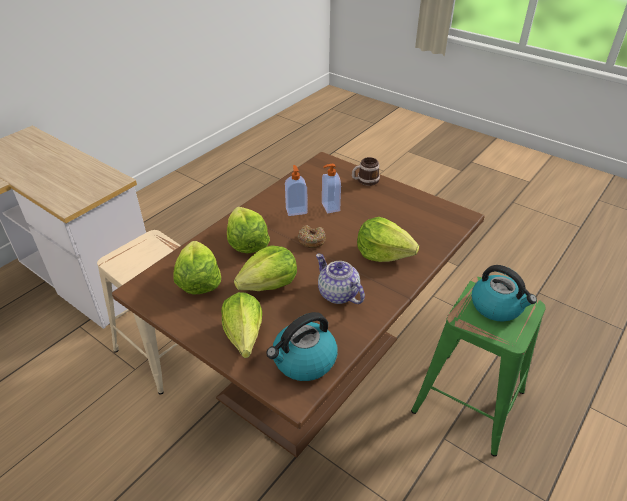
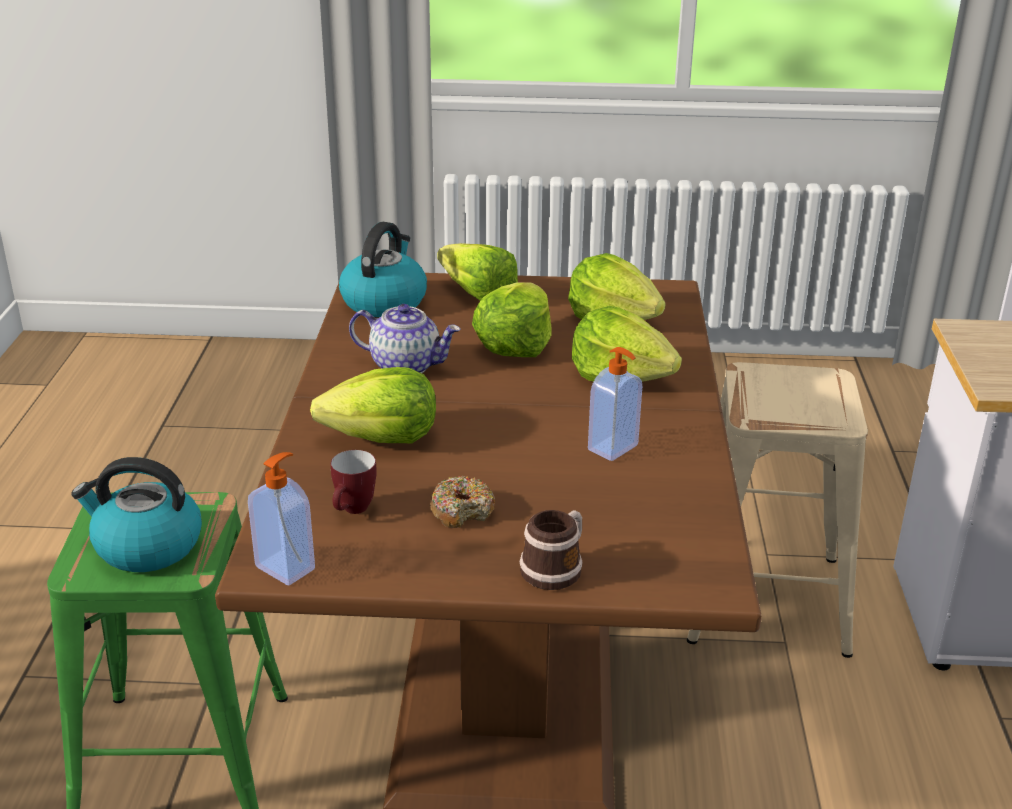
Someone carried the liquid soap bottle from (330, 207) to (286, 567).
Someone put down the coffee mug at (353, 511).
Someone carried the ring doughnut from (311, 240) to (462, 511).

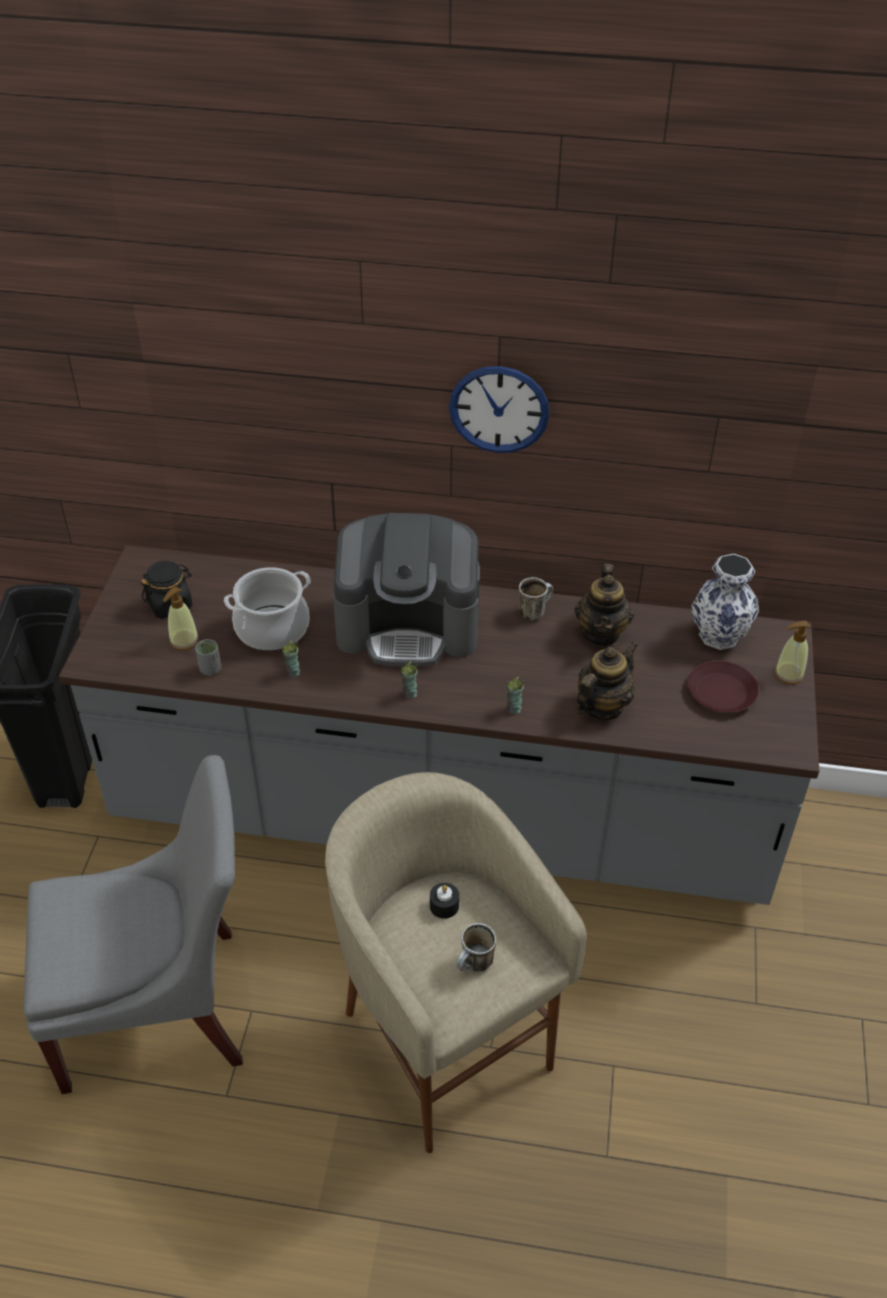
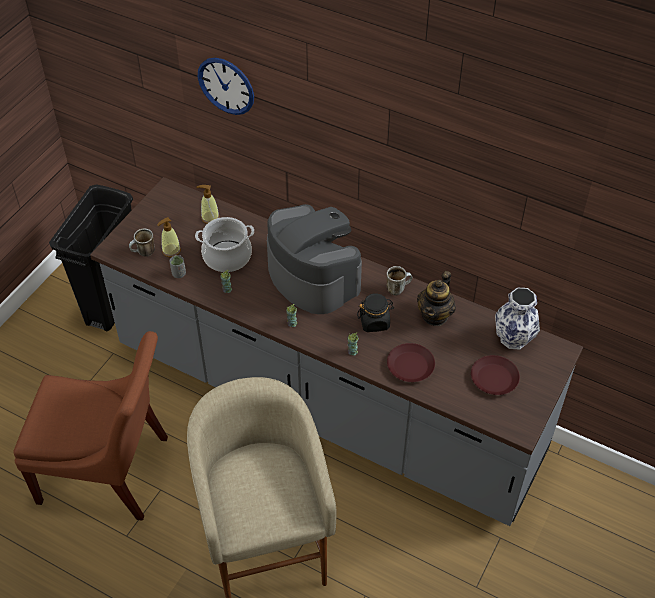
Someone repainted the upright chair (gray) at (162, 1009), which became the upright chair (brown) at (109, 472).
Someone carried the coffee mug from (474, 966) to (144, 253).
Someone carried the liquid soap bottle from (788, 674) to (210, 217).
Someone carried the clock on the wall from (499, 409) to (226, 86).
Someone rotated the coffee brewer at (409, 624) by 150 degrees counterclockwise.
Someone carried the storage jar (black) from (170, 604) to (374, 322).
Someone swapped the tea pot at (602, 706) for the plate (brown) at (410, 366).
Someone took away the wax candle (black) at (444, 906).

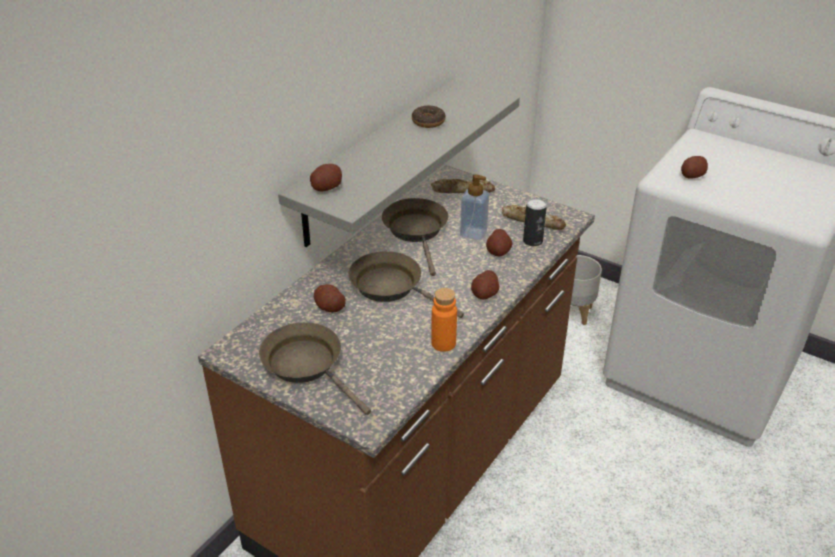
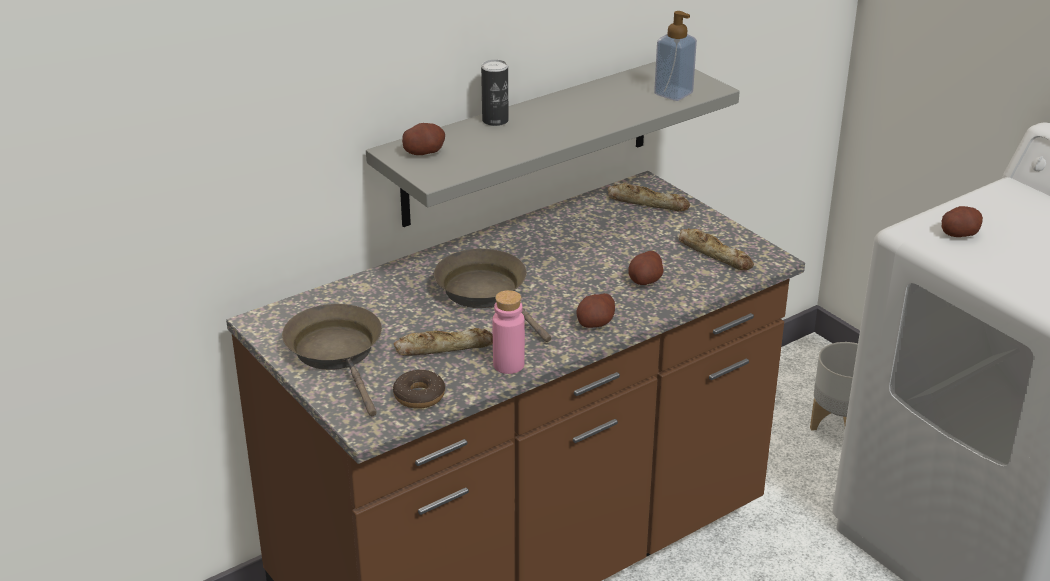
Someone carried the ring doughnut from (428, 122) to (419, 396).
Someone put down the baked bread at (444, 347).
Someone carried the sealed can from (532, 241) to (495, 120).
Someone repainted the beverage bottle (orange-coloured) at (443, 343), which became the beverage bottle (pink-coloured) at (508, 365).
Someone carried the liquid soap bottle from (473, 233) to (673, 93).
Someone took away the spud at (329, 307).
Someone took away the frying pan (brown) at (417, 231).

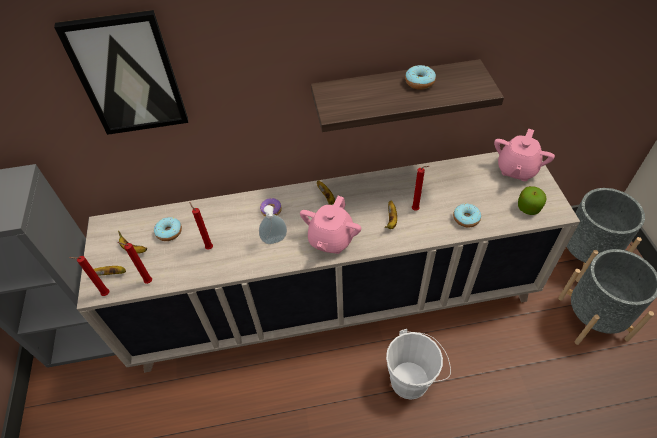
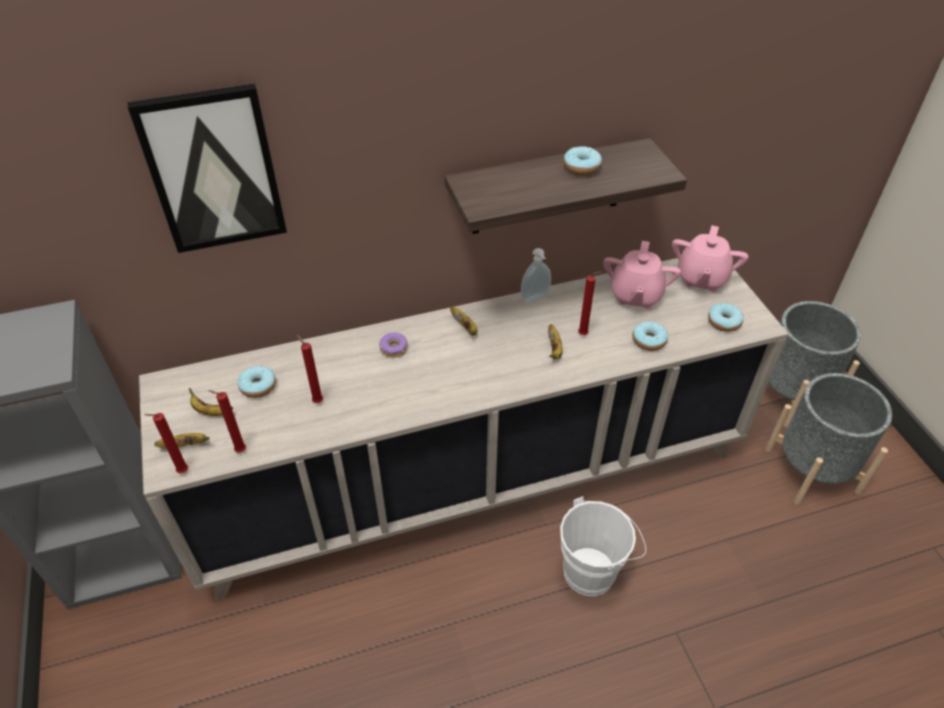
Someone carried the liquid soap bottle from (275, 241) to (535, 299).
Someone carried the tea pot (pink-coloured) from (331, 239) to (635, 295).
Someone swapped the apple at (528, 207) for the ring doughnut at (724, 322).

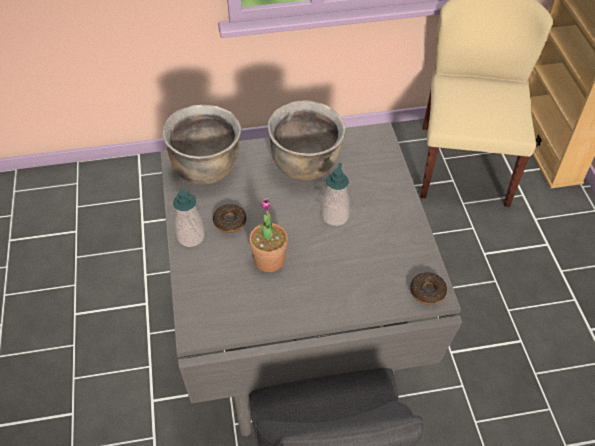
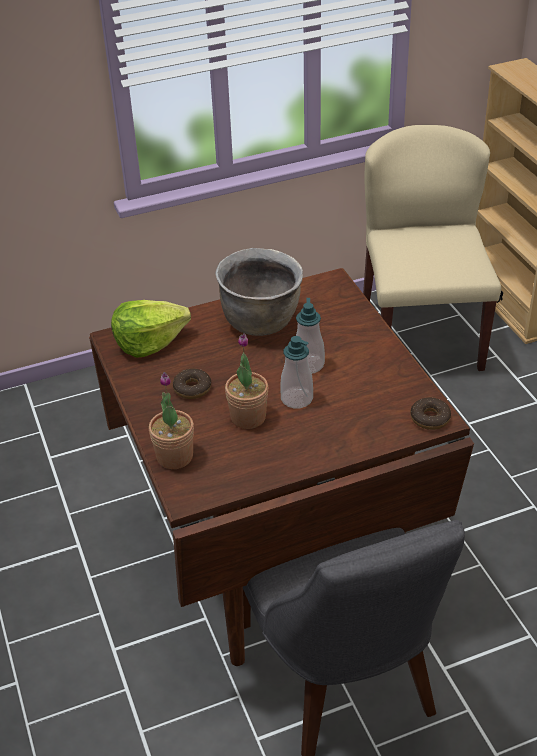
Someone repainted the dining table (gray) at (295, 344), which became the dining table (brown) at (273, 556).
Someone swapped the cooking pot (brown) at (206, 168) for the lettuce at (149, 342).
Someone put down the potted plant at (174, 456).
Someone carried the liquid soap bottle from (191, 236) to (297, 398).

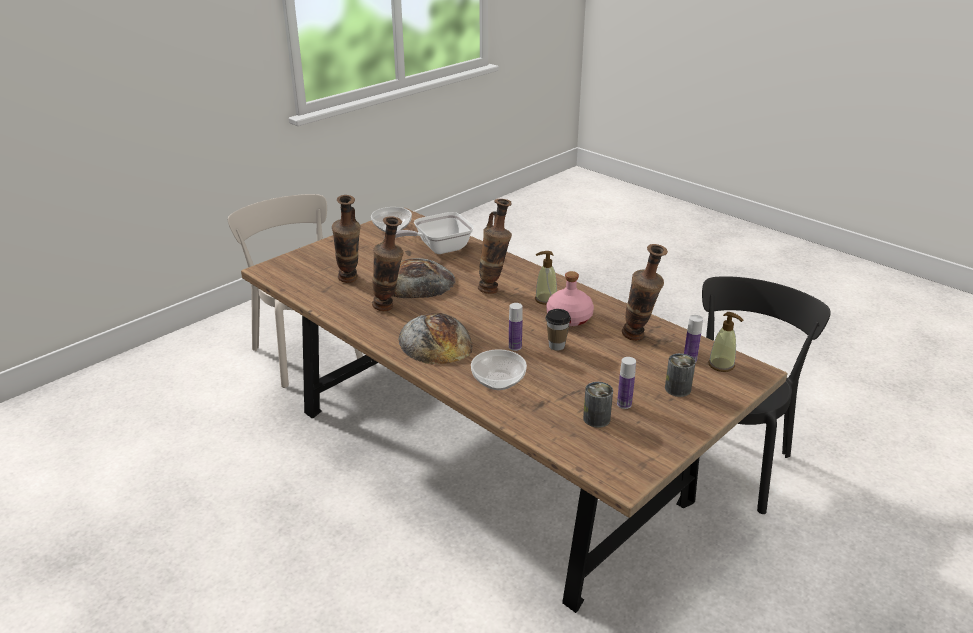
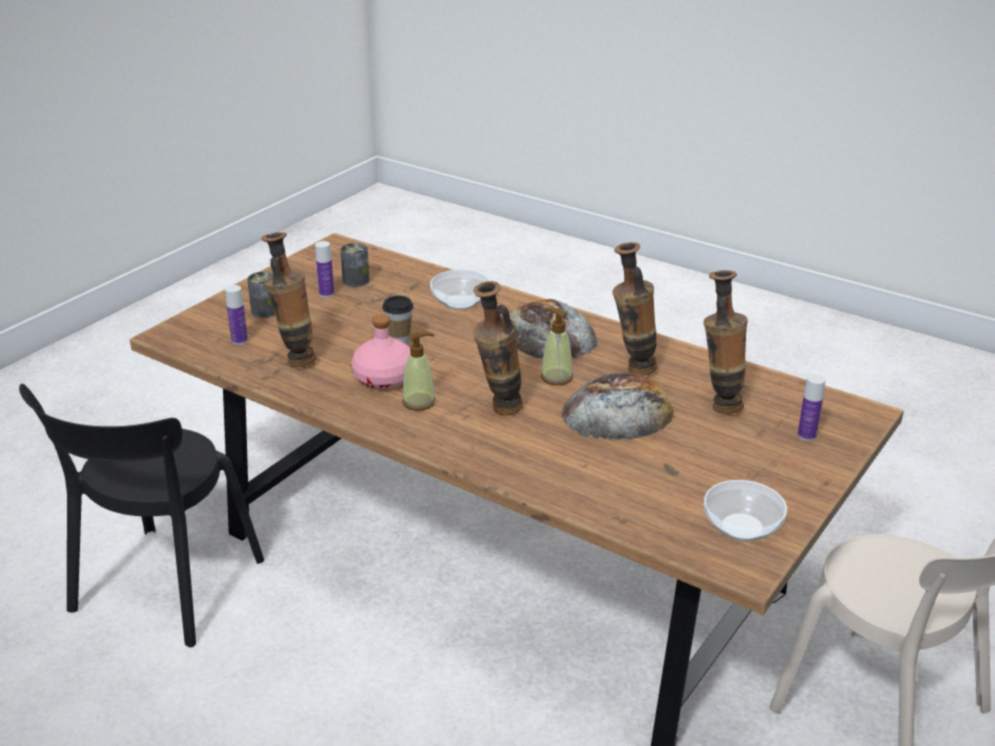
Someone carried the liquid soap bottle from (721, 365) to (556, 377).
Someone carried the beverage bottle from (515, 347) to (806, 435).
Someone took away the frying pan at (437, 249).

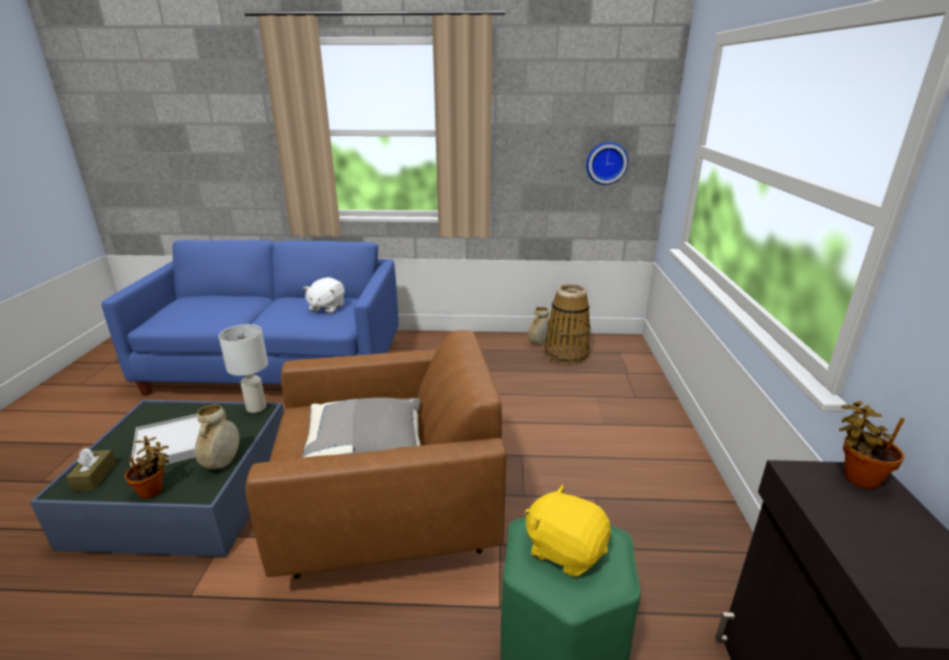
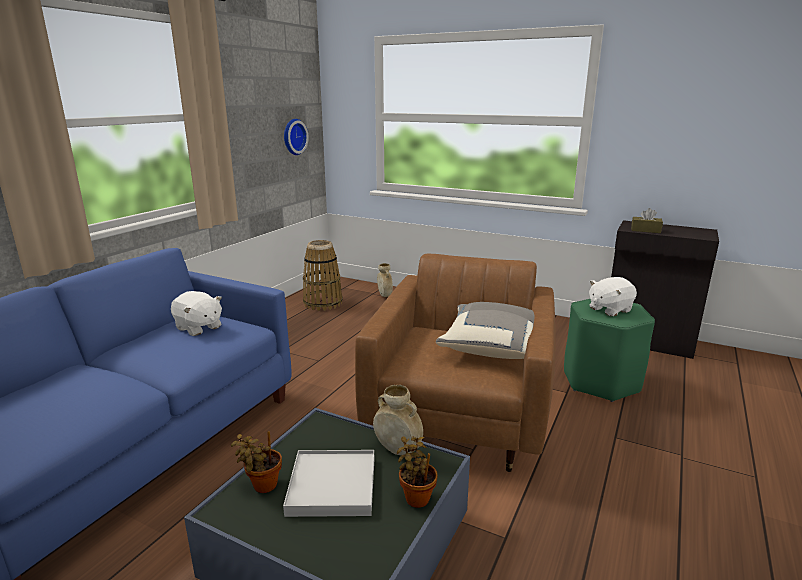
Someone carried the potted plant from (856, 477) to (262, 485).
Someone carried the decorative vase (beige-coloured) from (539, 342) to (385, 296).
Someone repainted the cuddly toy (yellowish) at (565, 550), which became the cuddly toy (white-coloured) at (609, 309).
Someone carried the box of tissues (brown) from (94, 476) to (645, 230).
Someone took away the tabletop lamp (white-coloured) at (255, 408).

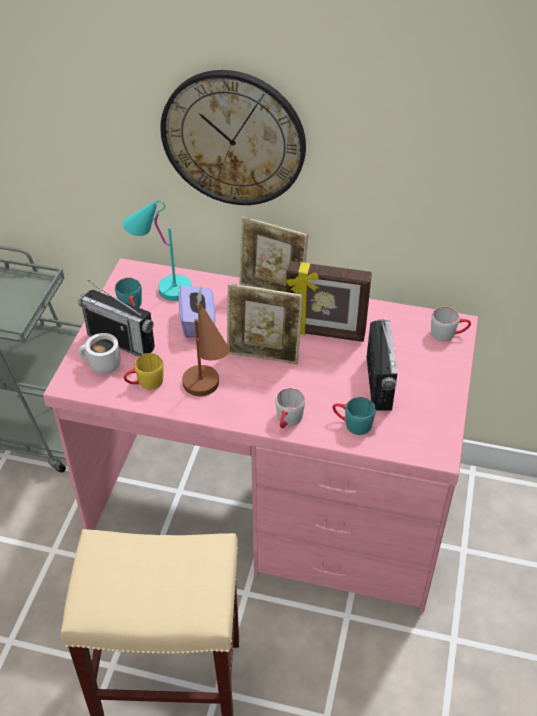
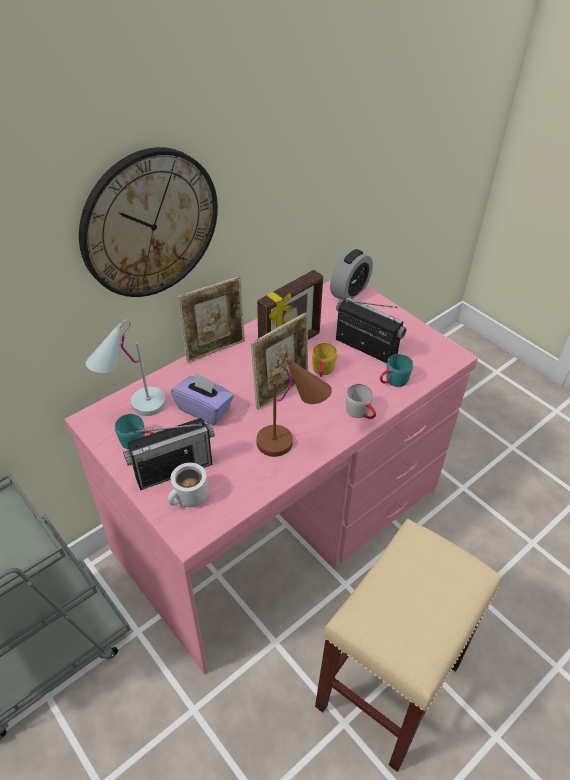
Someone repainted the tabletop lamp (turquoise-coloured) at (161, 286), which became the tabletop lamp (white-coloured) at (134, 410).
Someone carried the coffee mug (yellowish) from (145, 383) to (323, 371).
Someone swapped the coffee mug (gray) at (448, 333) for the table clock at (349, 292).

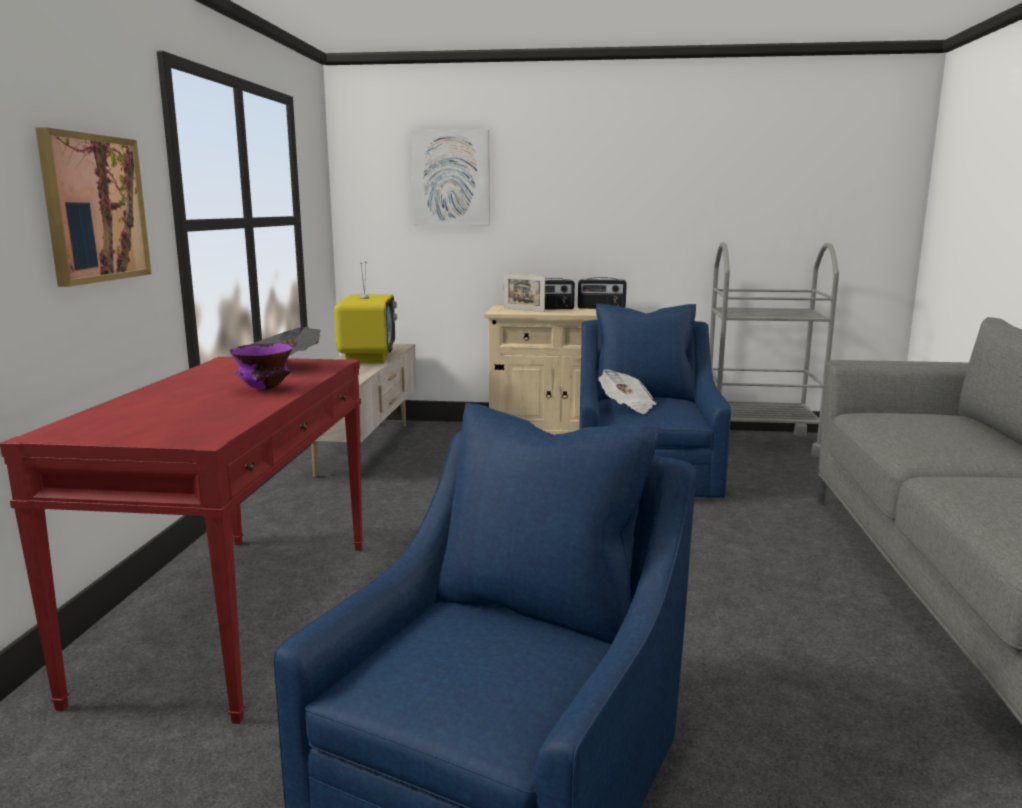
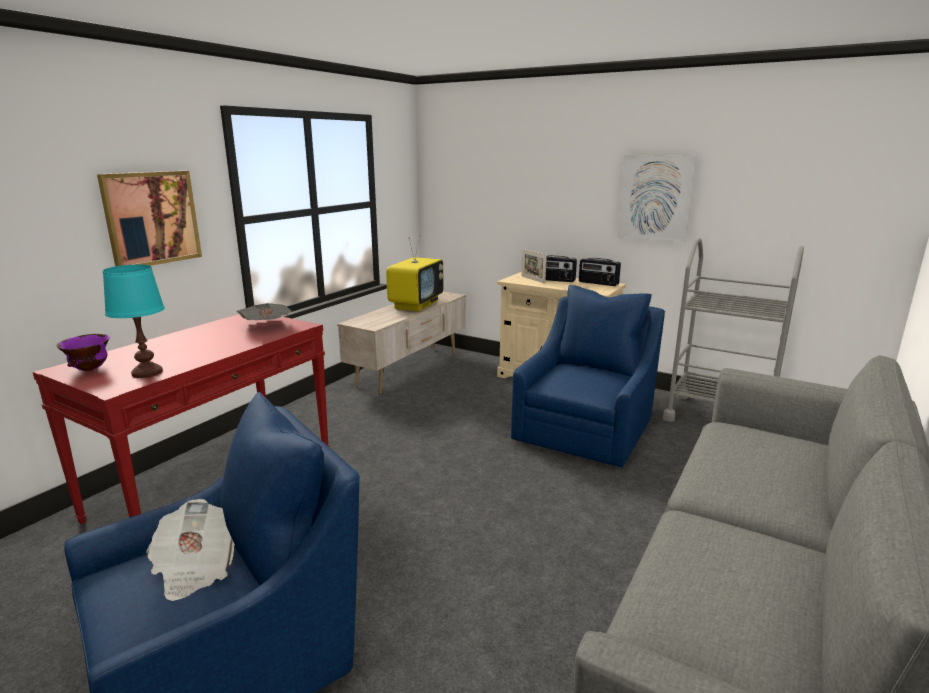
Someone carried the serving bowl (purplish) from (265, 389) to (90, 370).
Someone put down the tabletop lamp (turquoise-coloured) at (147, 372).
Someone carried the printed paper from (627, 407) to (195, 567).
Someone carried the wall art from (451, 178) to (655, 198).

